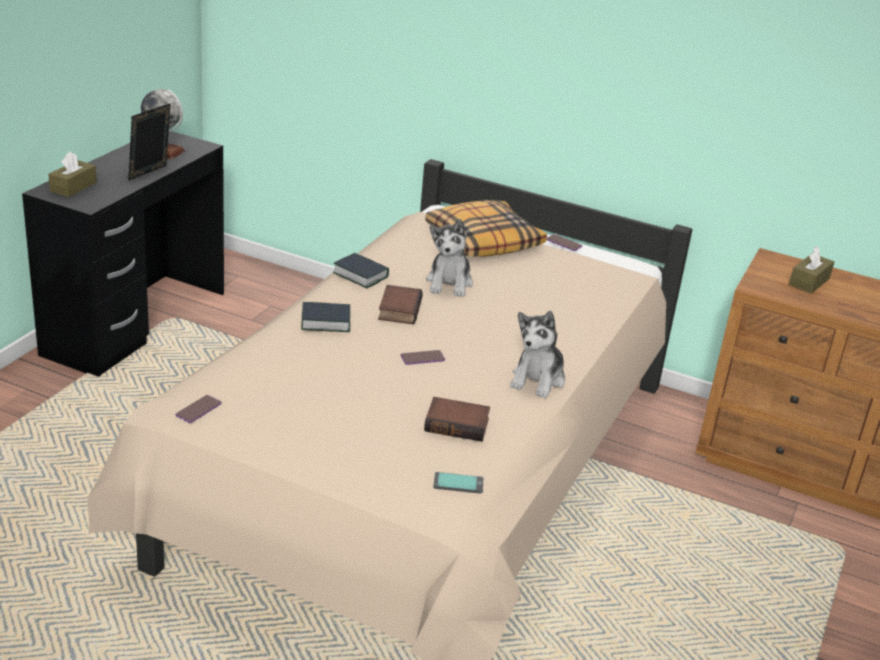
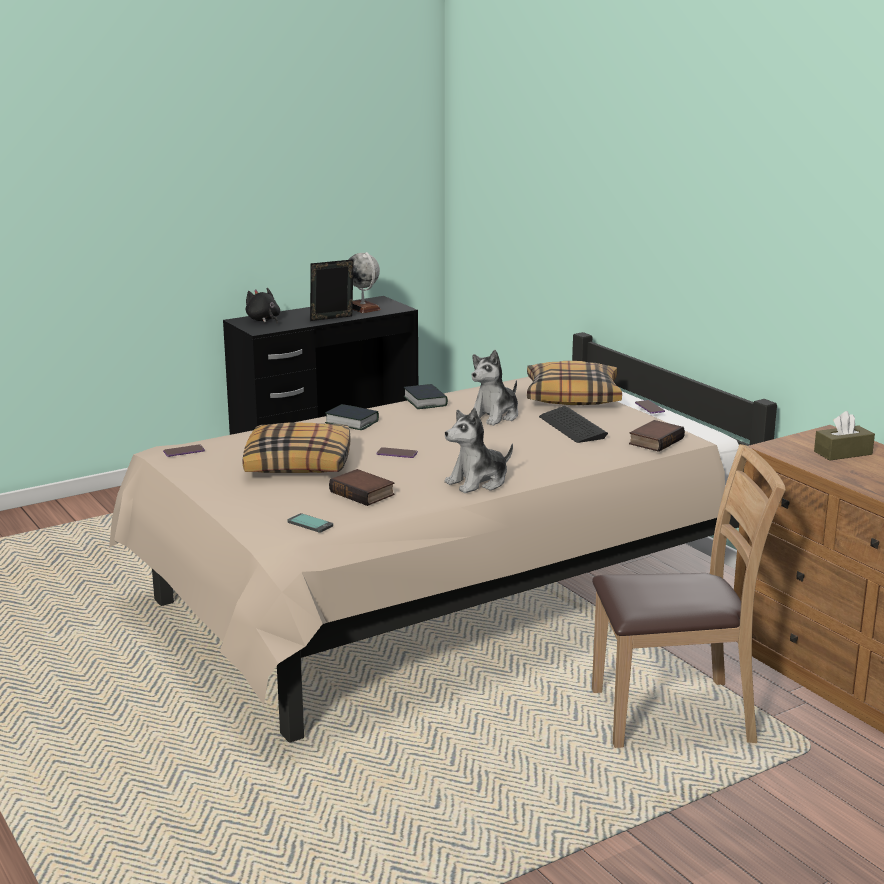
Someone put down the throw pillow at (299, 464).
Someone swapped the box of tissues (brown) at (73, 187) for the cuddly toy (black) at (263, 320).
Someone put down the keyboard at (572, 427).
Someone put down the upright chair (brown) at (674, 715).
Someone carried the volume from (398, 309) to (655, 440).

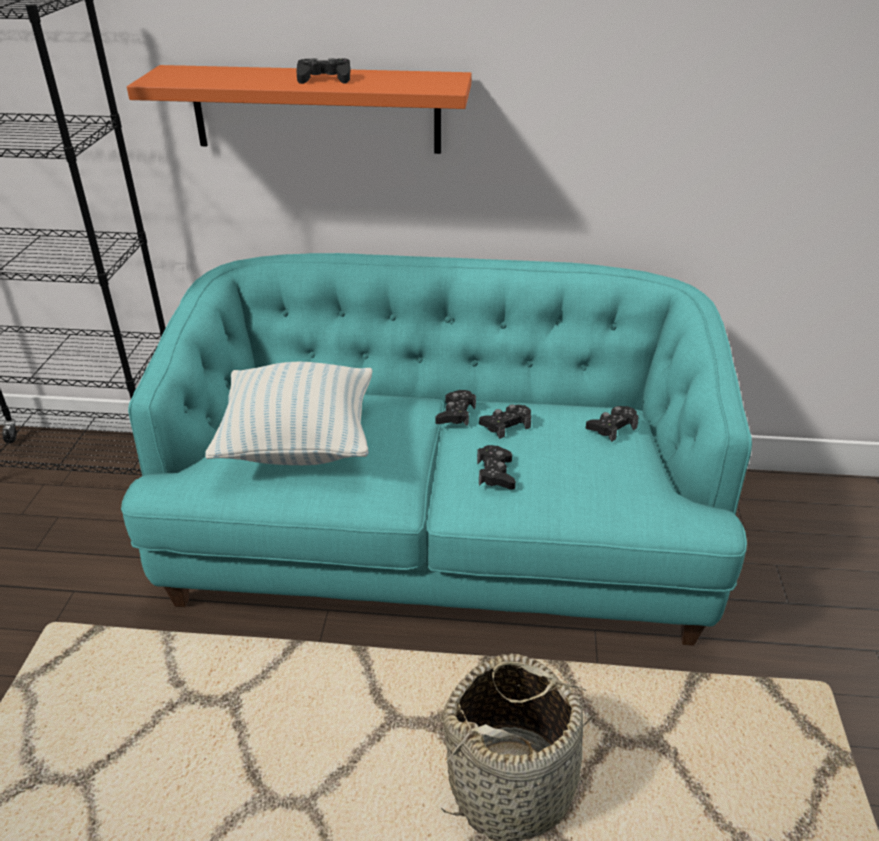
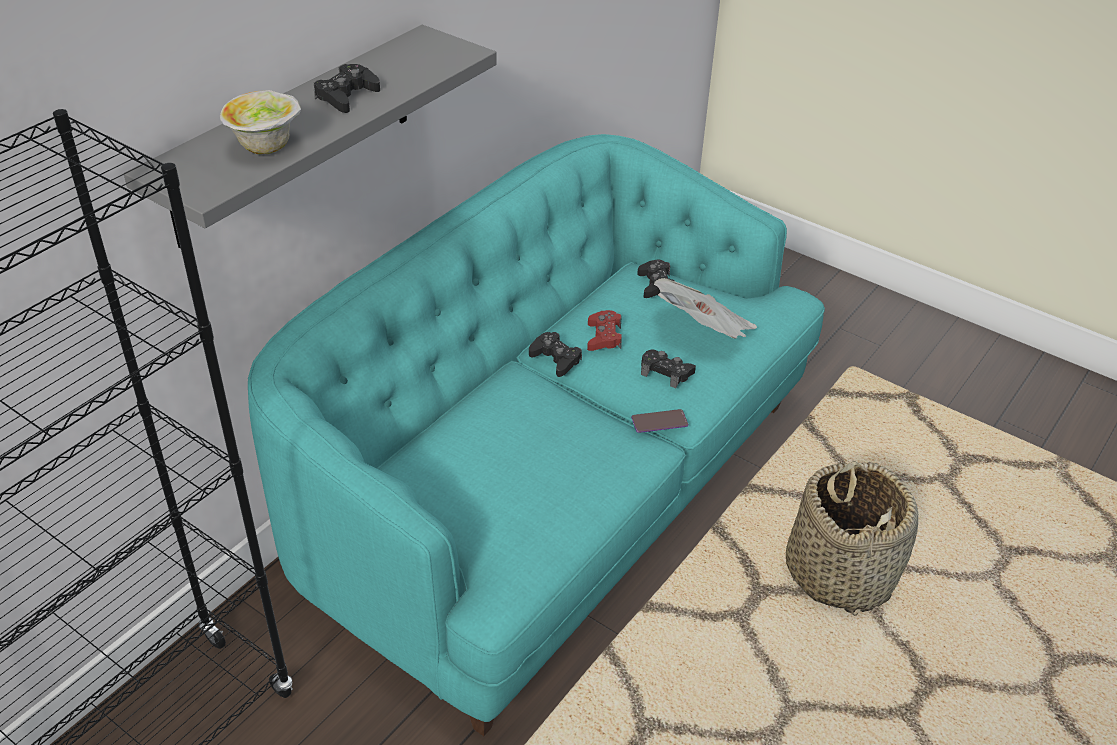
Someone repainted the wall shelf (orange-coloured) at (316, 109), which became the wall shelf (gray) at (294, 135).
Someone put down the serving bowl at (266, 148).
Someone repainted the gamepad (black) at (506, 425), which became the gamepad (red) at (604, 337).
Someone put down the handset at (659, 422).
Someone put down the printed paper at (703, 331).
Someone took away the throw pillow at (299, 444).

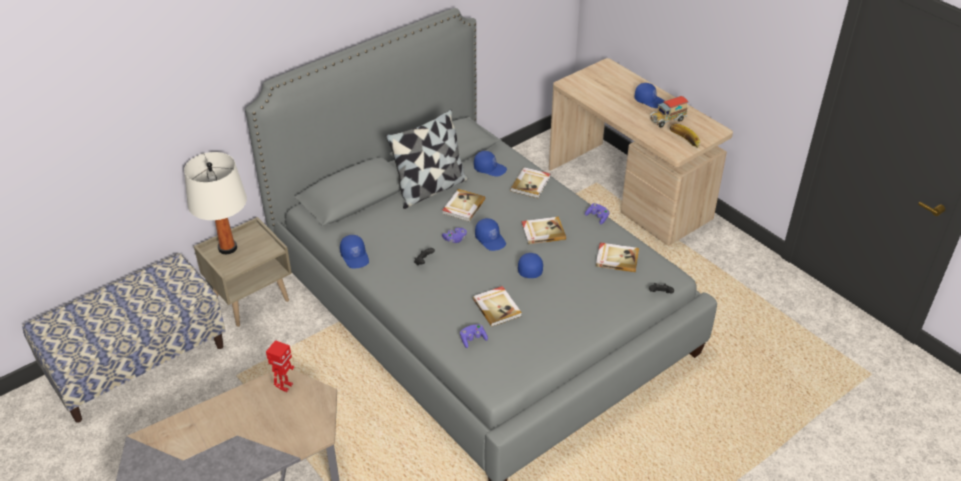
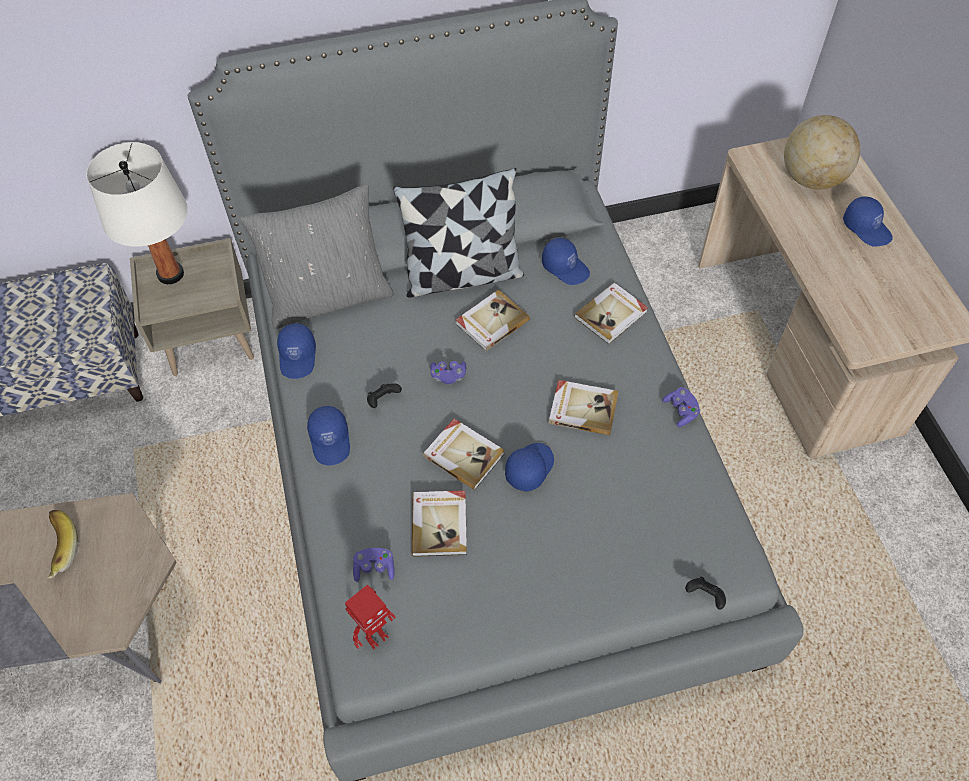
Someone carried the banana fruit from (683, 142) to (58, 547).
Someone put down the throw pillow (gray) at (329, 297).
Someone carried the cap (blue-coloured) from (491, 239) to (331, 440).
Someone carried the robot figure from (285, 386) to (375, 637).
Someone carried the volume from (616, 258) to (464, 454).
Someone put down the world globe at (811, 178).
Someone took away the toy lorry at (667, 120).

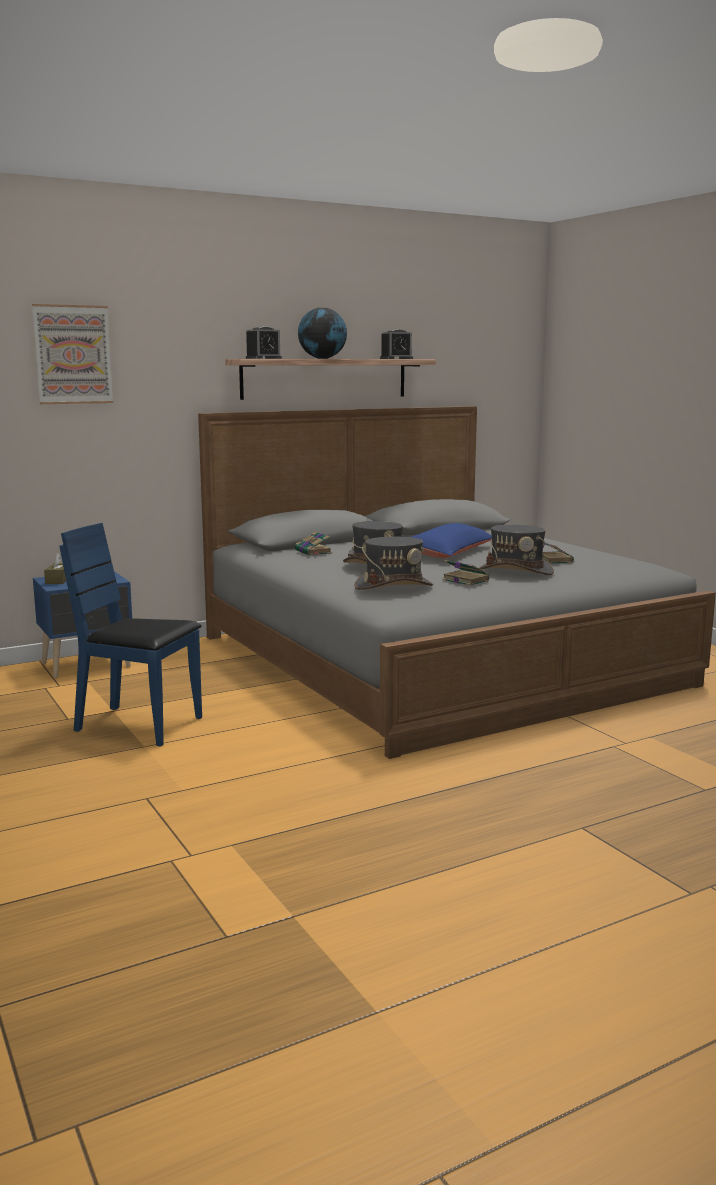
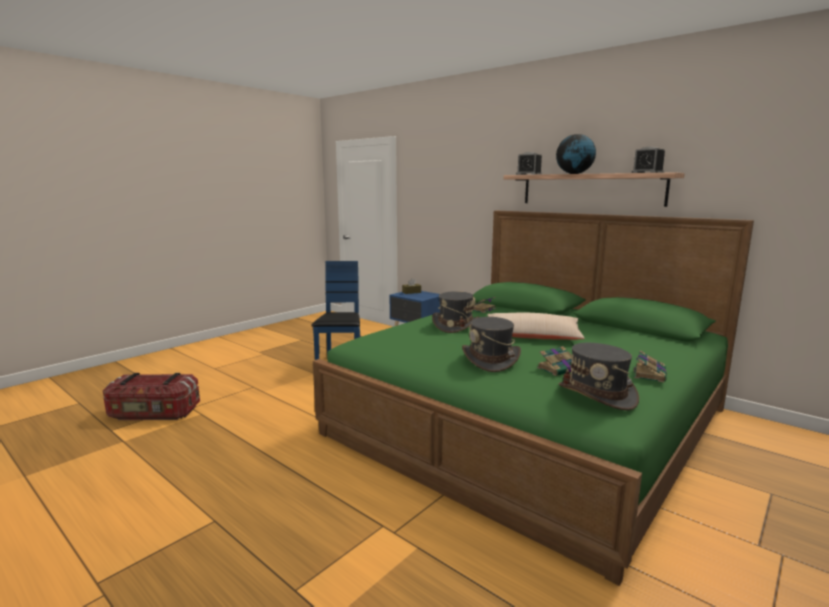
Someone put down the storage bin at (154, 414).
Someone repainted the bed (gray) at (435, 659), which became the bed (greenish) at (530, 420).
Someone repainted the throw pillow (blue-coloured) at (448, 553), which became the throw pillow (beige-coloured) at (532, 336).
Someone carried the hat (gray) from (393, 586) to (597, 395).
Someone carried the volume from (464, 580) to (649, 374).
Someone took away the wall art at (73, 354).

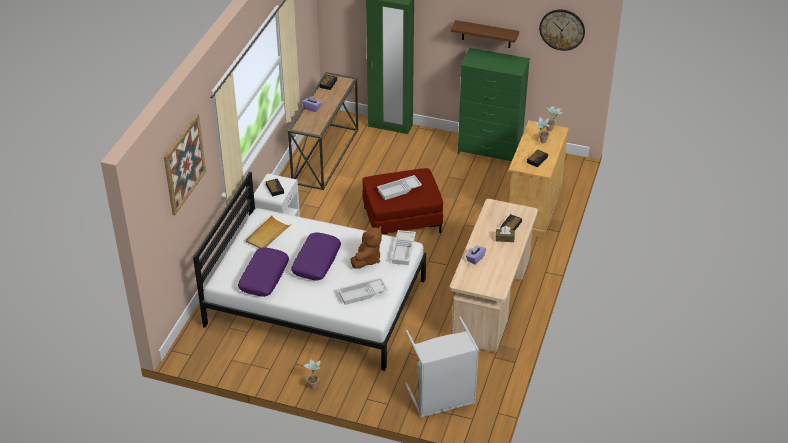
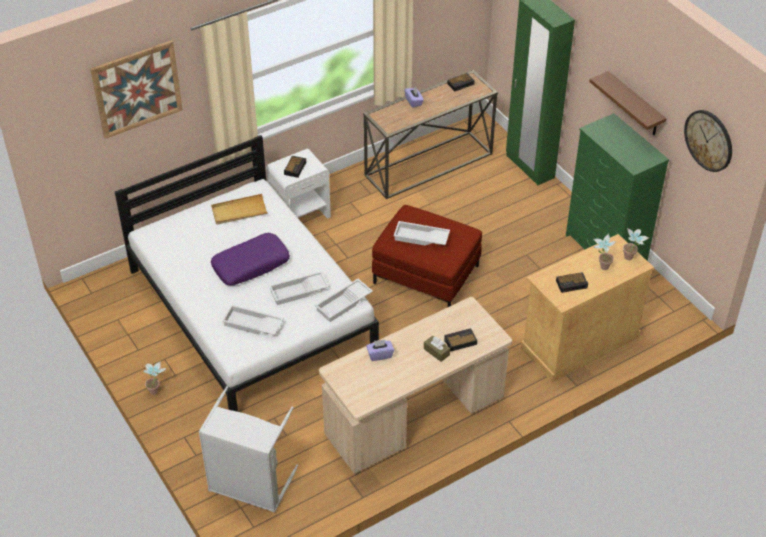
Someone swapped the cuddly toy (brown) at (367, 259) for the serving tray (white-coloured) at (299, 292).
Someone took away the throw pillow (purplish) at (264, 277).

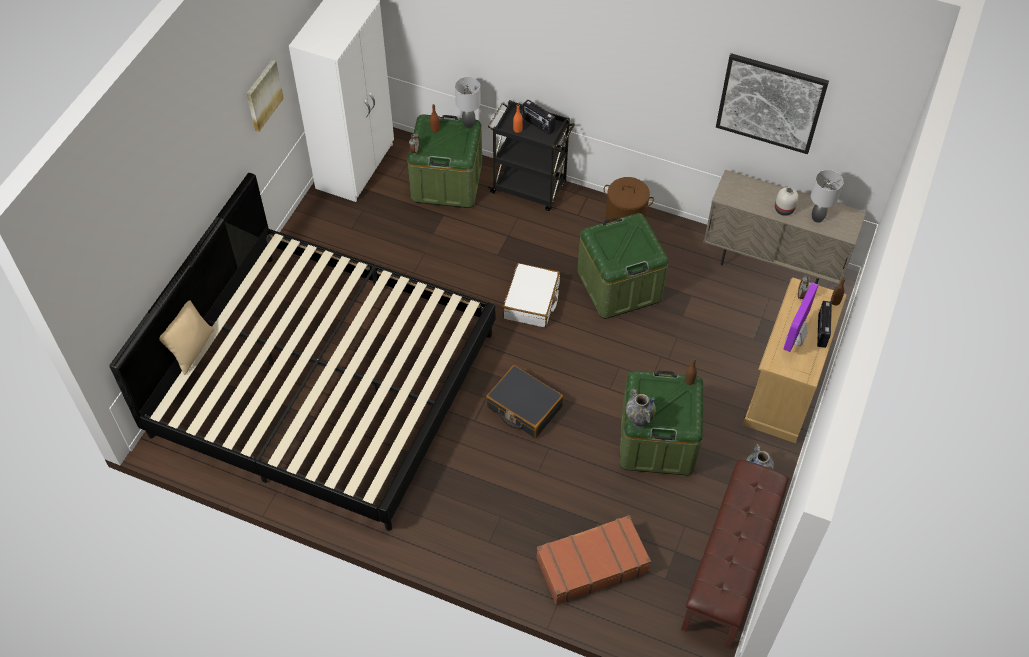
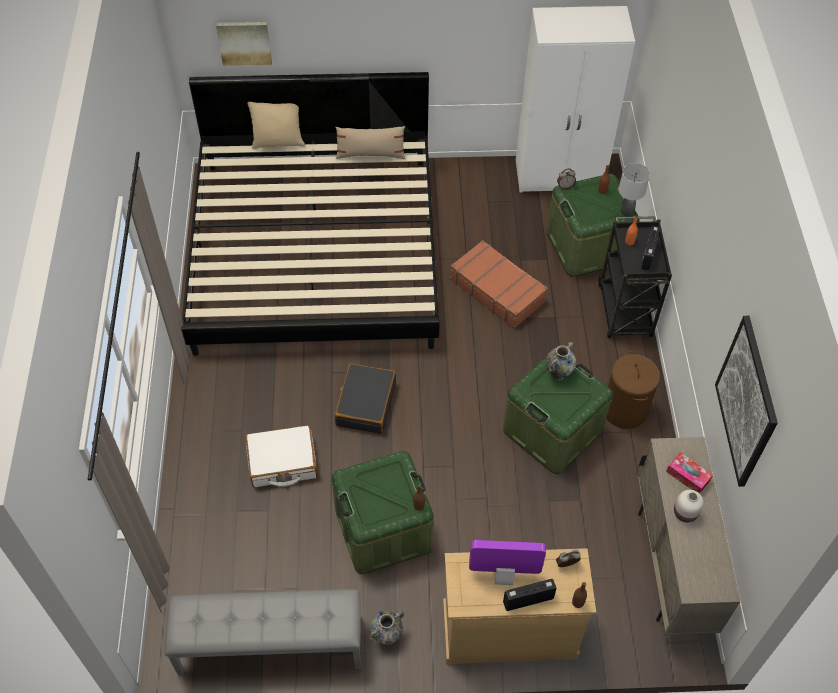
Someone repainted the bench (brown) at (731, 566), which became the bench (gray) at (270, 646).
Someone carried the wall art from (263, 95) to (244, 42).
Someone carried the suitcase (white-coloured) from (531, 301) to (282, 462).
Someone put down the throw pillow (beige-coloured) at (370, 154).
Someone carried the suitcase (brown) from (591, 564) to (497, 290).
Someone carried the decorative vase from (638, 421) to (558, 374).
Someone put down the box of tissues at (687, 476).
Someone took away the tabletop lamp (gray) at (817, 218).

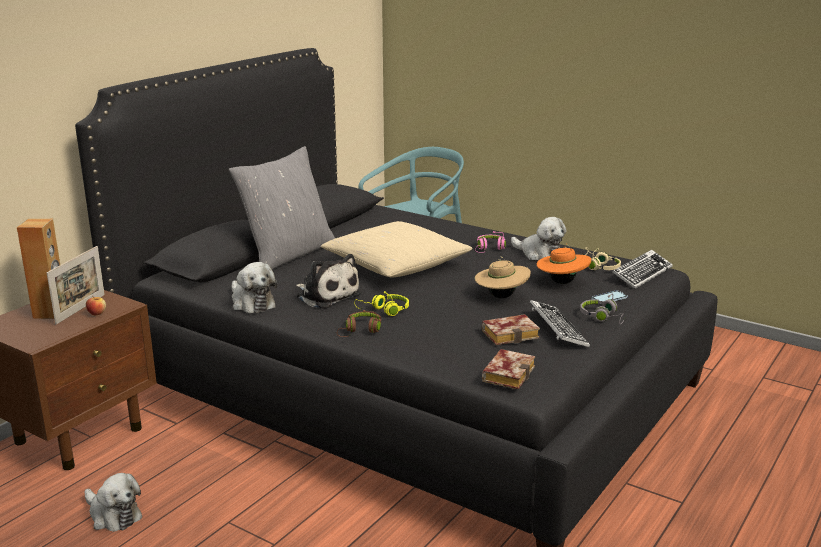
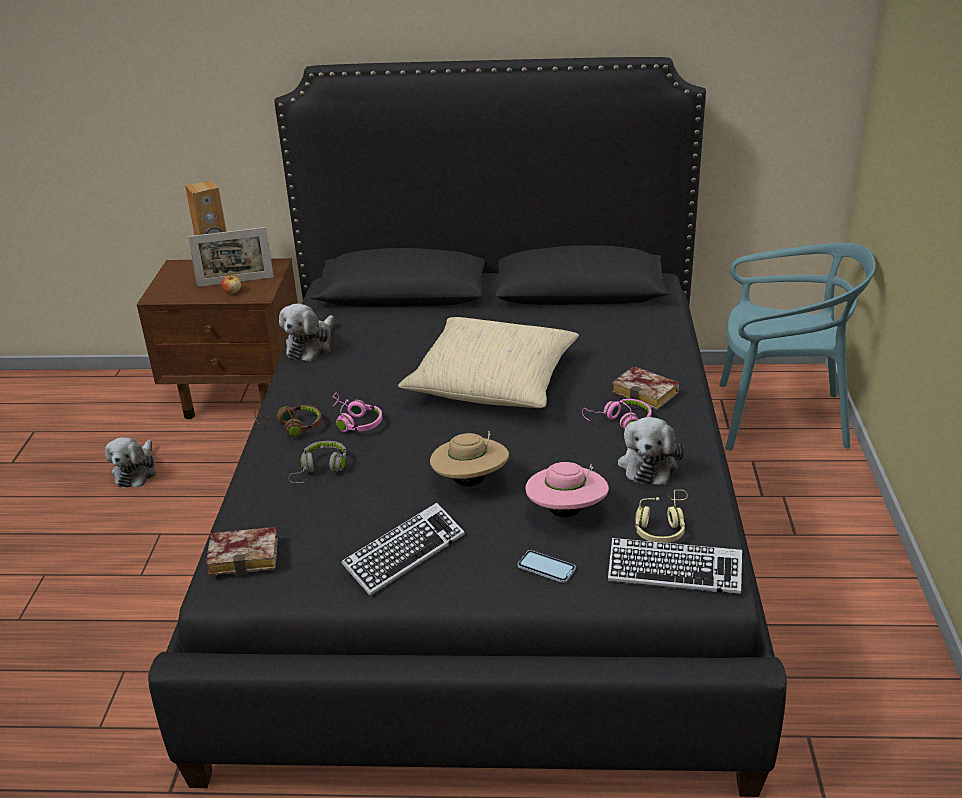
Someone carried the headset (gray) from (603, 317) to (320, 469).
Someone repainted the headset (yellowish) at (384, 310), which became the headset (pink-coloured) at (354, 421).
Someone repainted the hat (orange-coloured) at (562, 282), which became the hat (pink-coloured) at (566, 512).
Someone carried the volume from (511, 334) to (648, 393).
Someone took away the throw pillow (gray) at (288, 255).
Someone took away the cuddly toy at (326, 295).

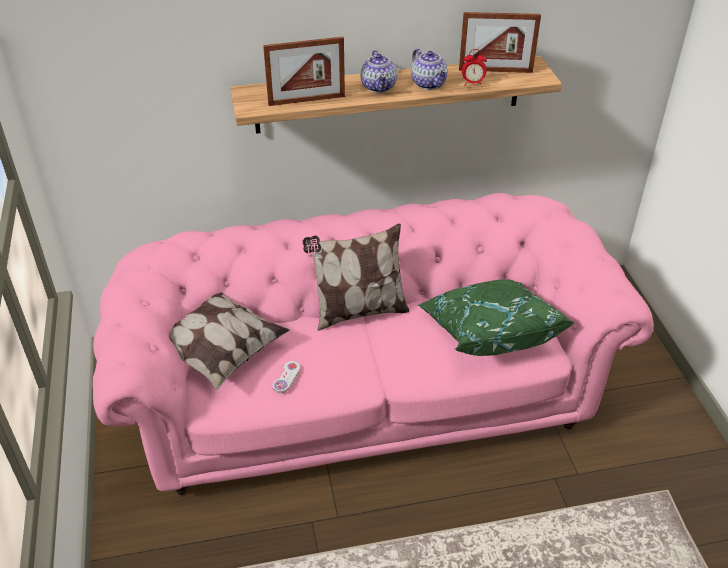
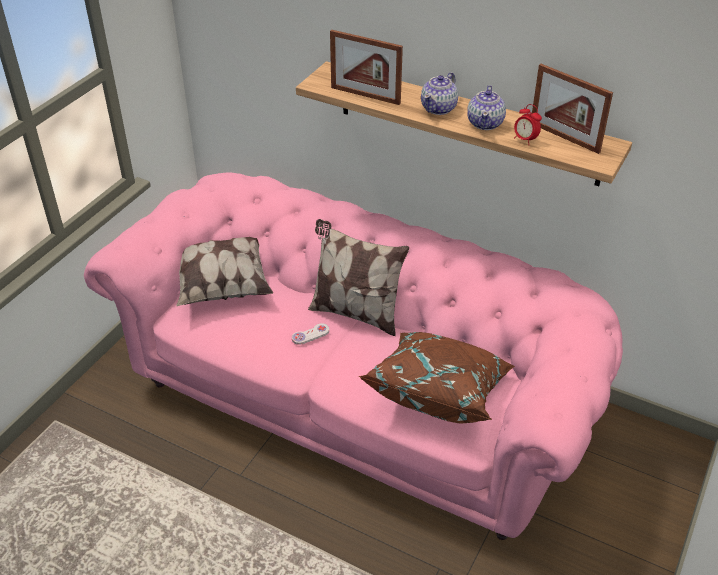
Someone carried the gamepad (white-coloured) from (286, 378) to (310, 335).
Someone repainted the throw pillow (greenish) at (489, 333), which became the throw pillow (brown) at (439, 391).

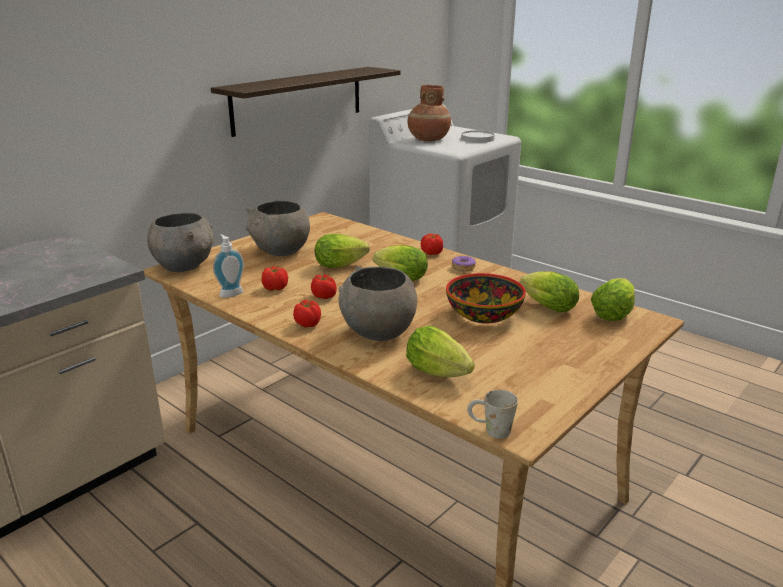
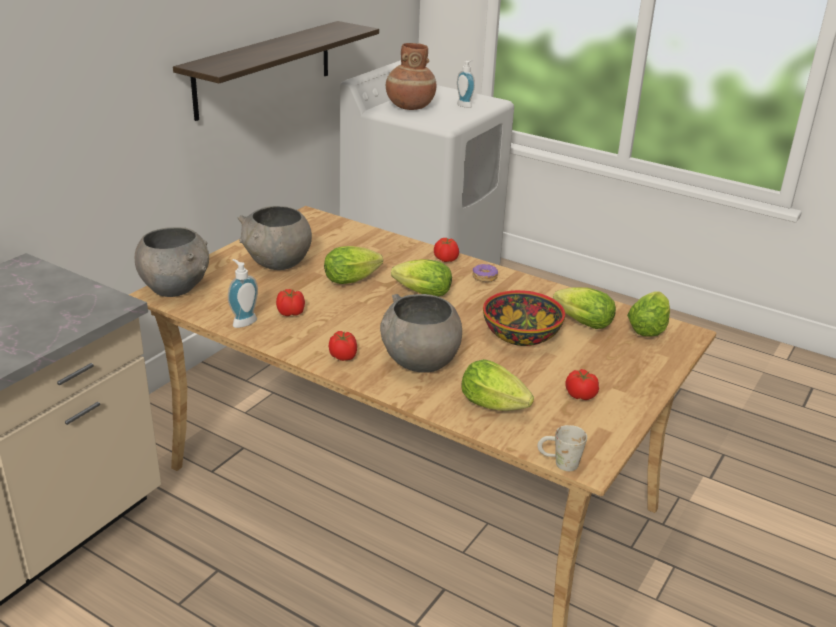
Someone swapped the plate (white-coloured) at (477, 139) for the liquid soap bottle at (465, 105).
Someone carried the whole tomato from (324, 296) to (580, 395).

